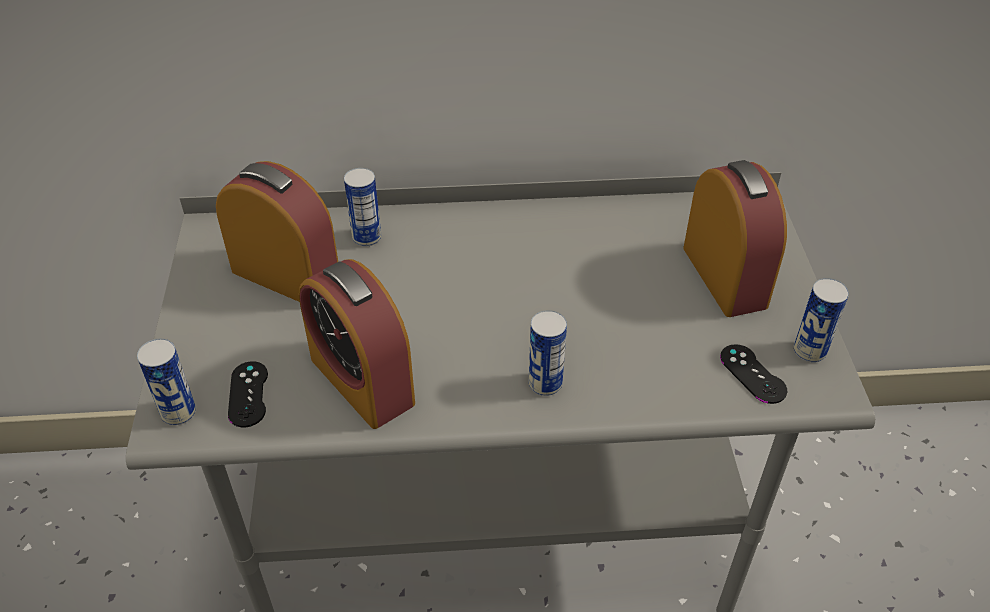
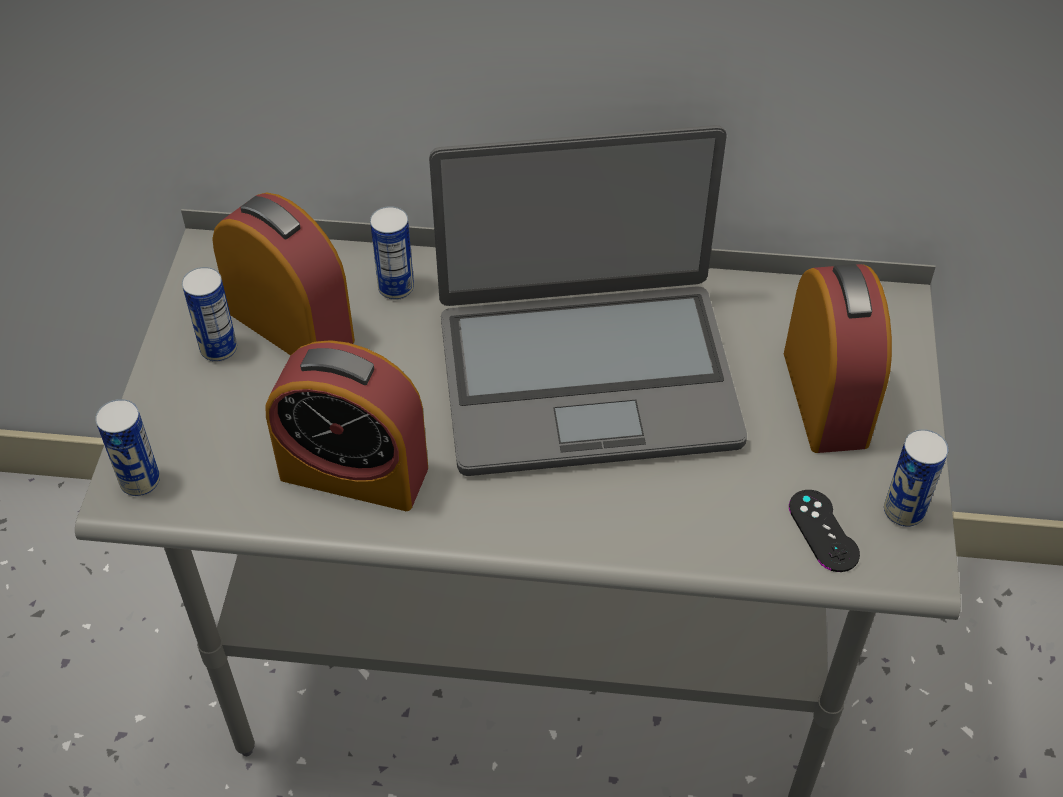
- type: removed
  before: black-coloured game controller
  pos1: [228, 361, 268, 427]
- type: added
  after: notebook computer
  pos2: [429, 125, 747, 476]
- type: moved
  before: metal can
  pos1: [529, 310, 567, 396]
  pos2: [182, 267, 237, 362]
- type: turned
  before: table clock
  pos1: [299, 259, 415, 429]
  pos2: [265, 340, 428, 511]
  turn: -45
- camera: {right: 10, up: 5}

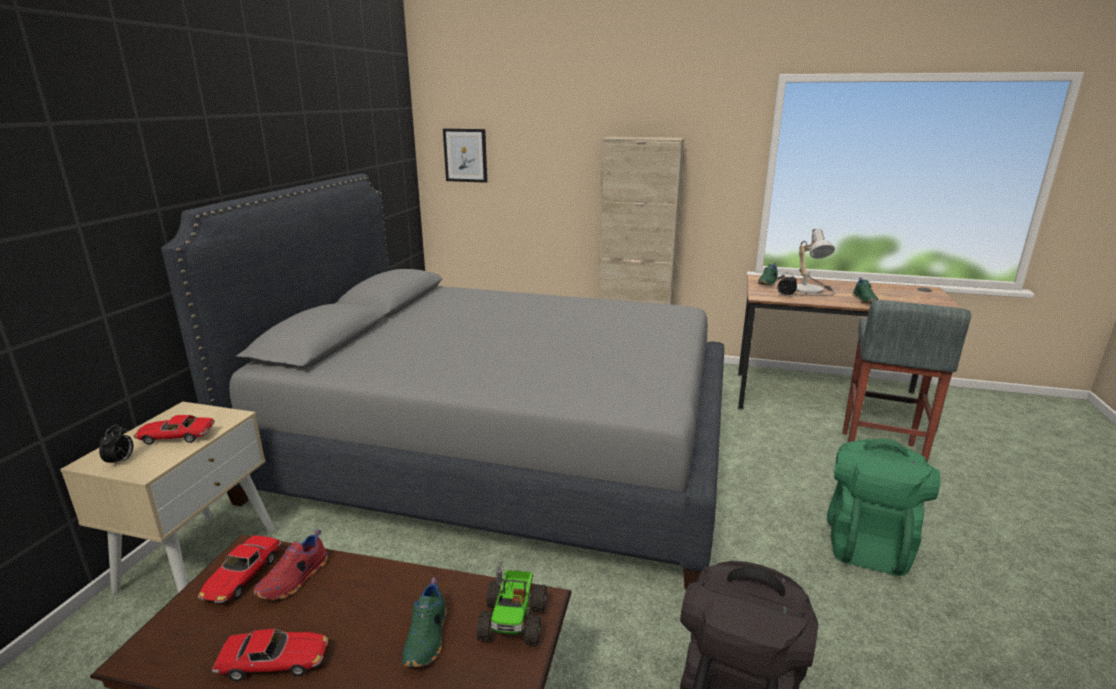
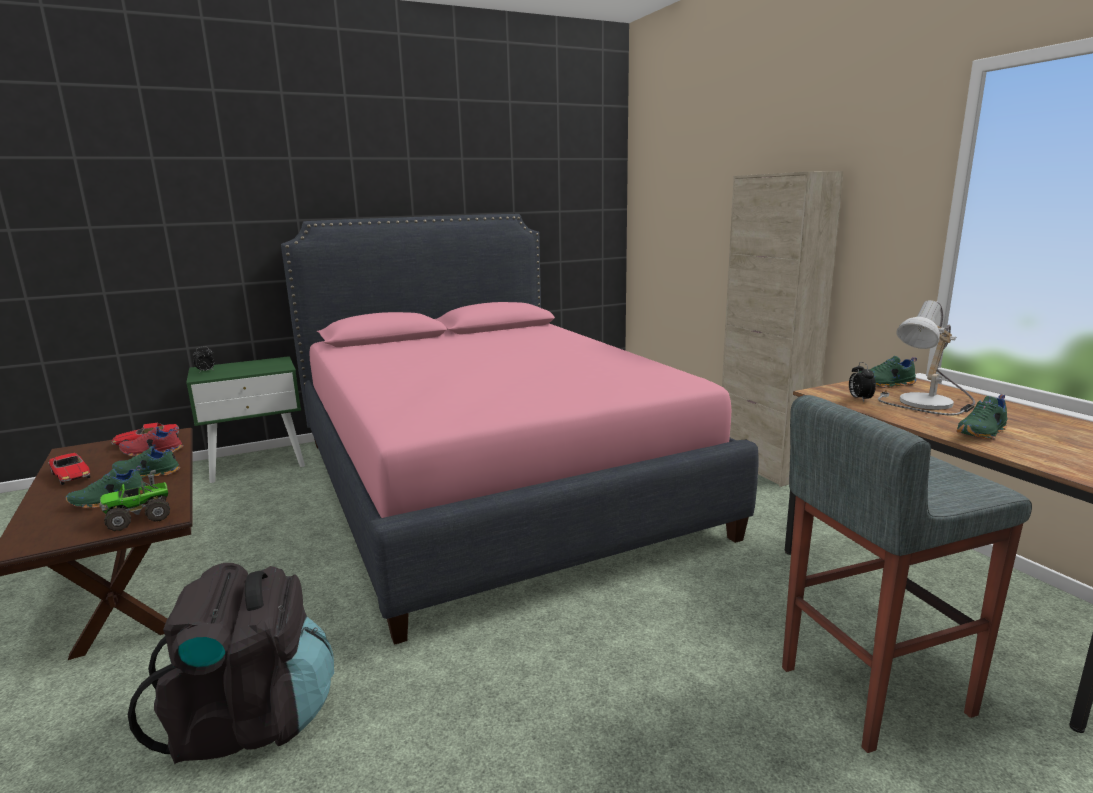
- type: removed
  before: toy car
  pos1: [133, 415, 215, 445]
- type: removed
  before: wall art
  pos1: [443, 128, 487, 183]
- type: removed
  before: greenish rucksack
  pos1: [827, 438, 940, 576]
- type: added
  after: greenish shoe
  pos2: [112, 446, 181, 478]
- type: recoloured
  before: beige-coloured nightstand
  after: greenish nightstand
  pos1: [60, 401, 275, 594]
  pos2: [186, 356, 305, 483]
- type: recoloured
  before: greyish bedroom bed
  after: pinkish bedroom bed
  pos1: [161, 173, 724, 589]
  pos2: [281, 214, 759, 645]
- camera: {right: 50, up: -5}

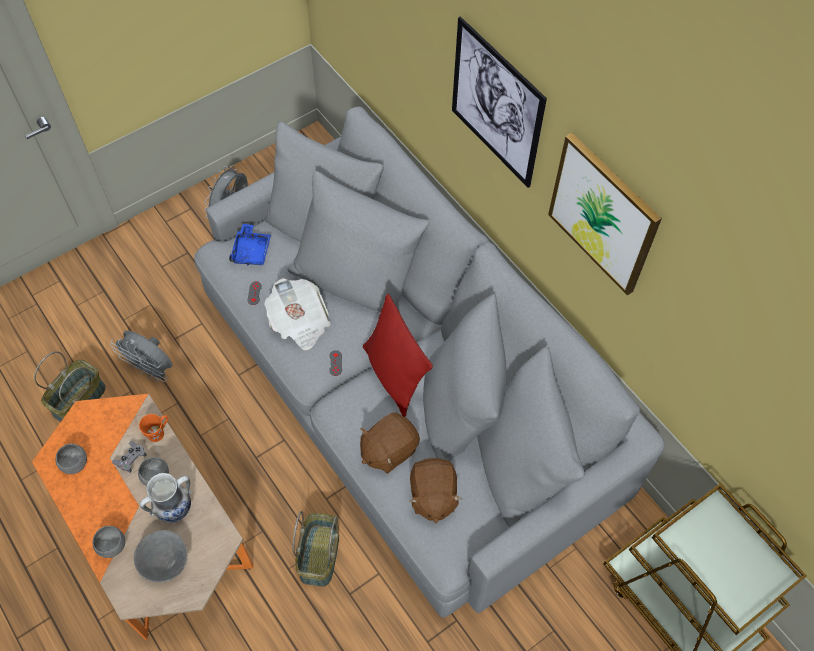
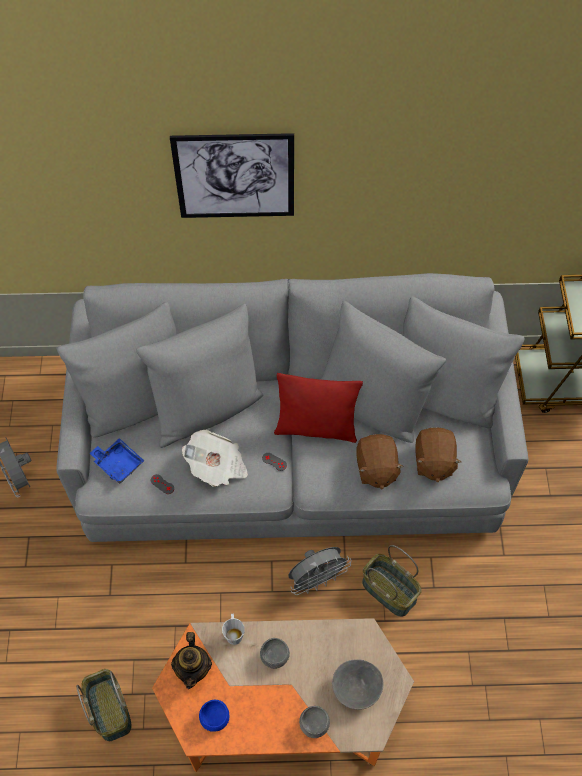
- type: removed
  before: greyish game controller
  pos1: [112, 441, 146, 473]
- type: removed
  before: decorative vase
  pos1: [140, 473, 192, 523]
- type: removed
  before: wall art
  pos1: [548, 133, 662, 295]
- type: added
  after: teapot
  pos2: [171, 632, 212, 689]
- type: moved
  before: greyish electric fan
  pos1: [111, 331, 172, 382]
  pos2: [288, 547, 352, 595]
- type: recoloured
  before: greyish bowl
  after: blue-coloured bowl
  pos1: [55, 444, 87, 474]
  pos2: [199, 700, 229, 732]
- type: recoloured
  before: orange coffee mug
  after: greyish coffee mug
  pos1: [139, 414, 169, 442]
  pos2: [222, 614, 245, 645]
- type: turned
  before: brown cuddly toy
  pos1: [410, 458, 462, 523]
  pos2: [416, 427, 461, 482]
  turn: 60
- camera: {right: -55, up: 0}

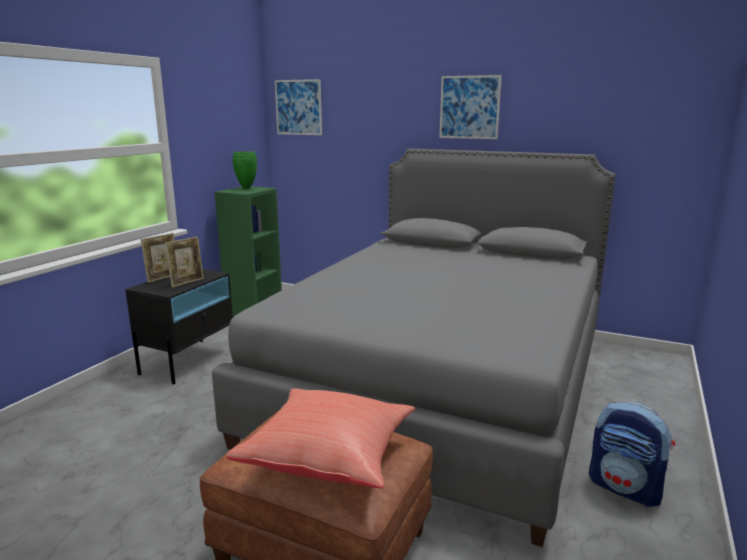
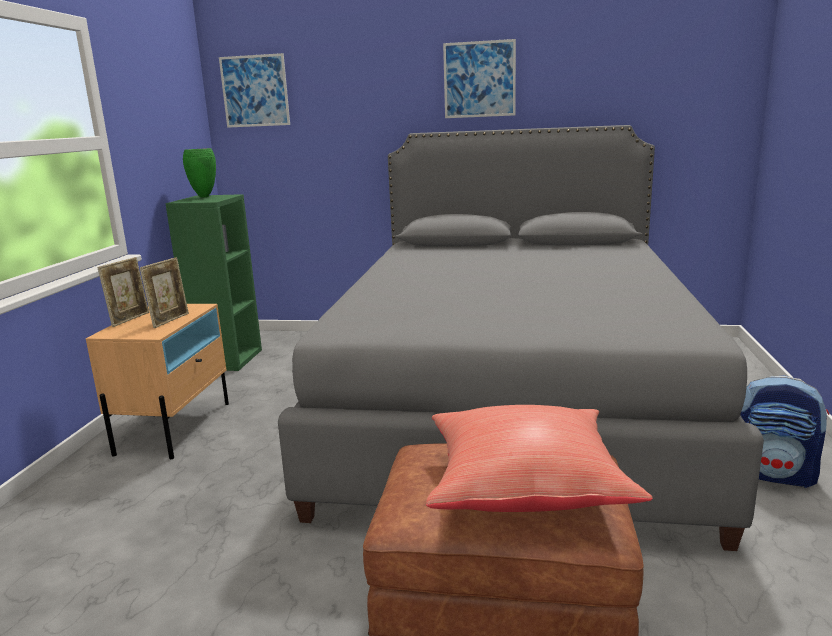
- type: recoloured
  before: black-coloured nightstand
  after: beige-coloured nightstand
  pos1: [125, 269, 233, 384]
  pos2: [86, 304, 229, 459]
- camera: {right: -15, up: 0}

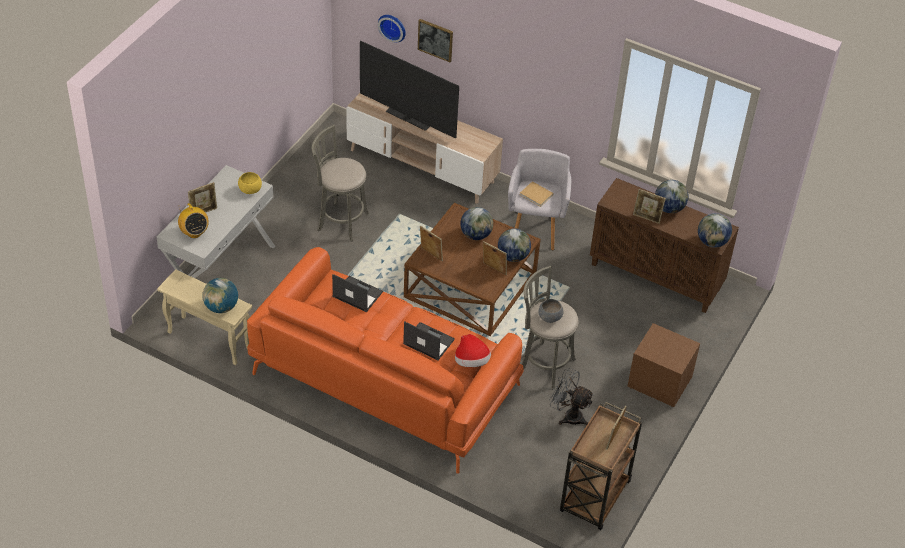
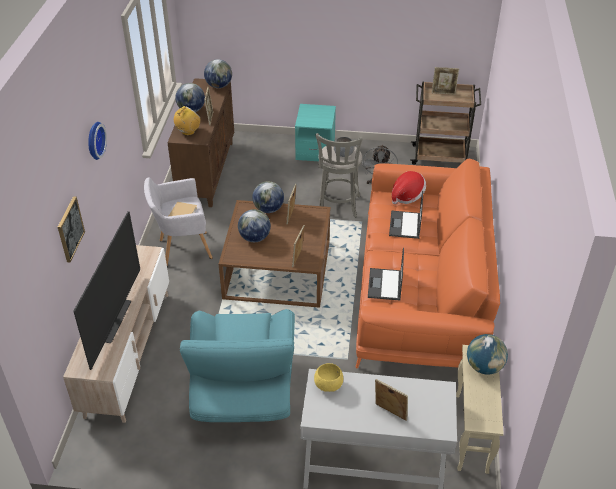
- type: moved
  before: radio
  pos1: [178, 203, 209, 238]
  pos2: [174, 106, 201, 136]
- type: moved
  before: hanging clock
  pos1: [378, 15, 406, 43]
  pos2: [88, 122, 107, 160]
- type: replaced
  before: greyish sitting stool
  after: blue-green easy chair
  pos1: [312, 125, 369, 241]
  pos2: [180, 309, 295, 422]
- type: recoloured
  before: brown nightstand
  after: blue-green nightstand
  pos1: [628, 323, 700, 407]
  pos2: [295, 104, 336, 161]
- camera: {right: -110, up: -5}

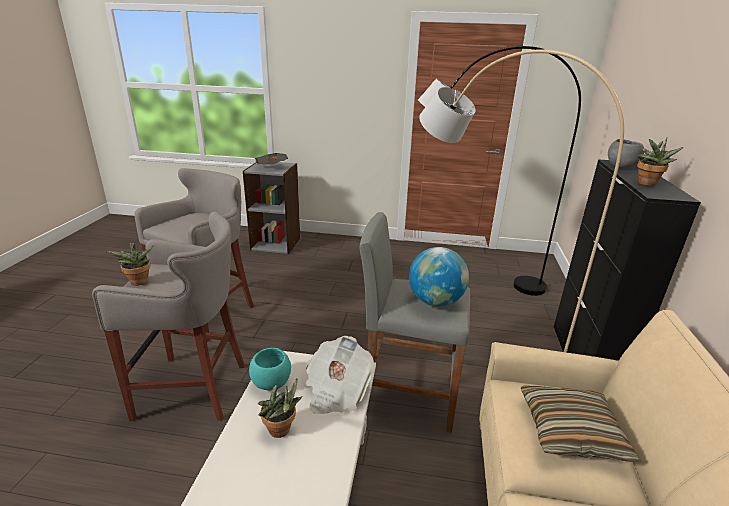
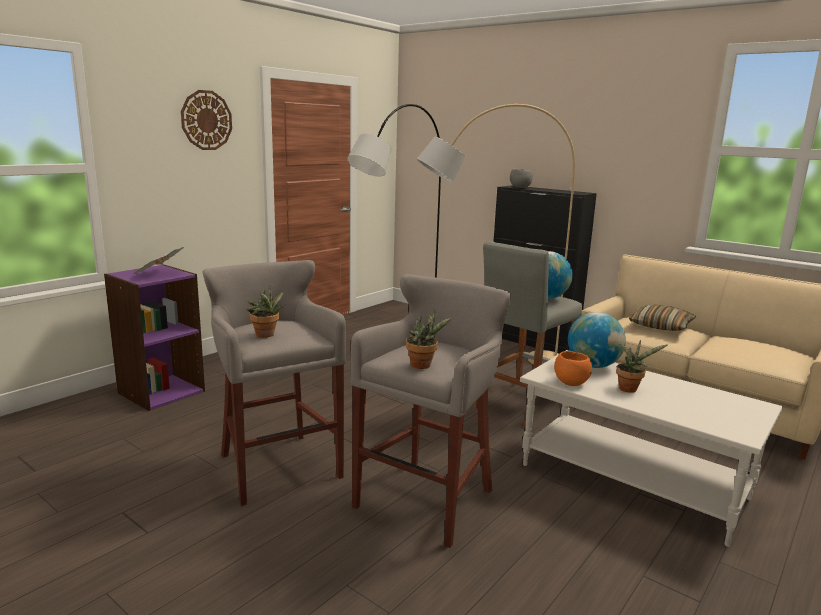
- type: added
  after: hanging clock
  pos2: [181, 90, 232, 150]
- type: moved
  before: potted plant
  pos1: [637, 138, 683, 186]
  pos2: [246, 287, 285, 338]
- type: replaced
  before: daily paper
  after: globe
  pos1: [306, 336, 375, 414]
  pos2: [568, 312, 626, 368]
- type: recoloured
  before: greyish shelving unit
  after: purplish shelving unit
  pos1: [243, 162, 300, 254]
  pos2: [104, 264, 205, 411]
- type: recoloured
  before: blue-green bowl
  after: orange bowl
  pos1: [249, 348, 291, 390]
  pos2: [554, 351, 592, 386]
- camera: {right: -60, up: -10}

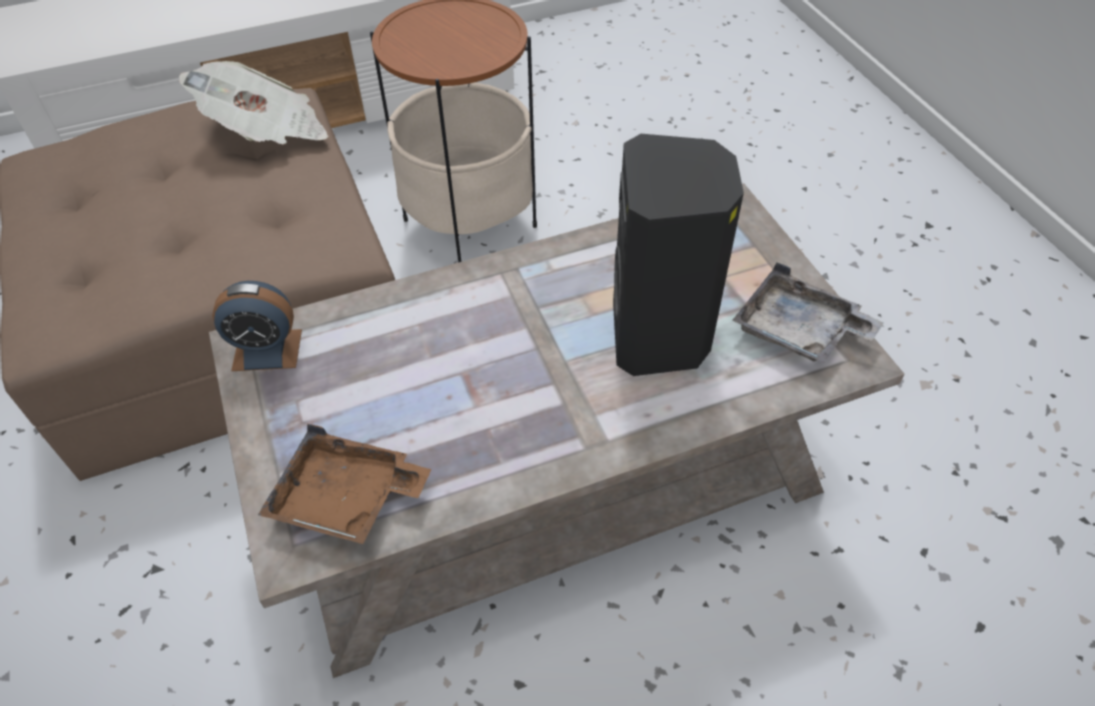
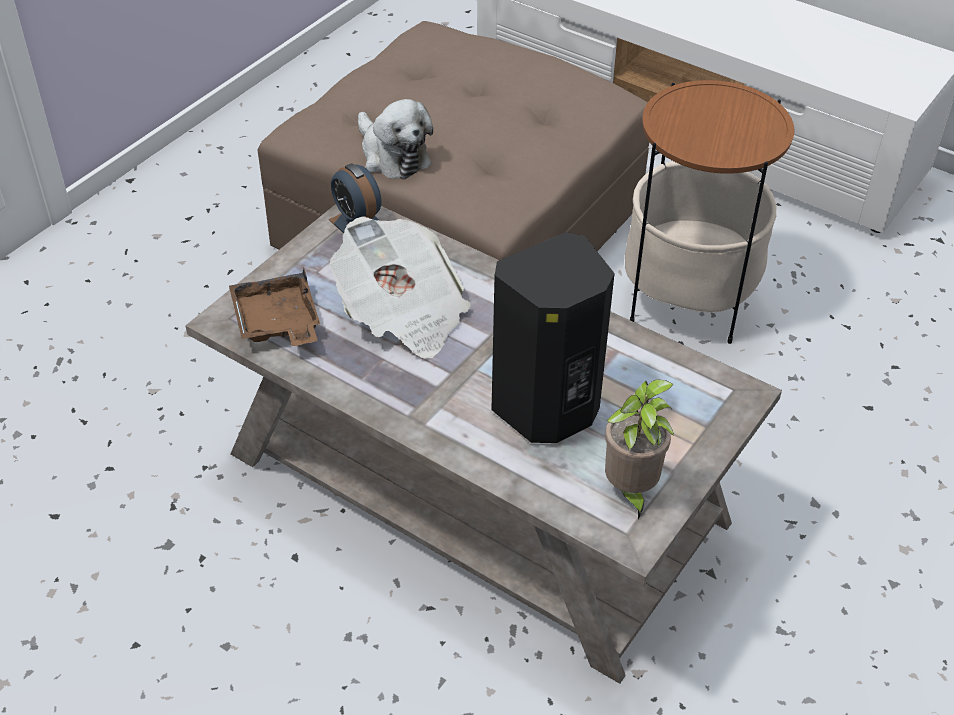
- type: added
  after: cuddly toy
  pos2: [358, 99, 433, 180]
- type: moved
  before: daily paper
  pos1: [179, 61, 329, 144]
  pos2: [330, 216, 471, 359]
- type: replaced
  before: greyish tray
  after: potted plant
  pos1: [732, 262, 884, 363]
  pos2: [605, 379, 674, 519]
- camera: {right: 55, up: -5}

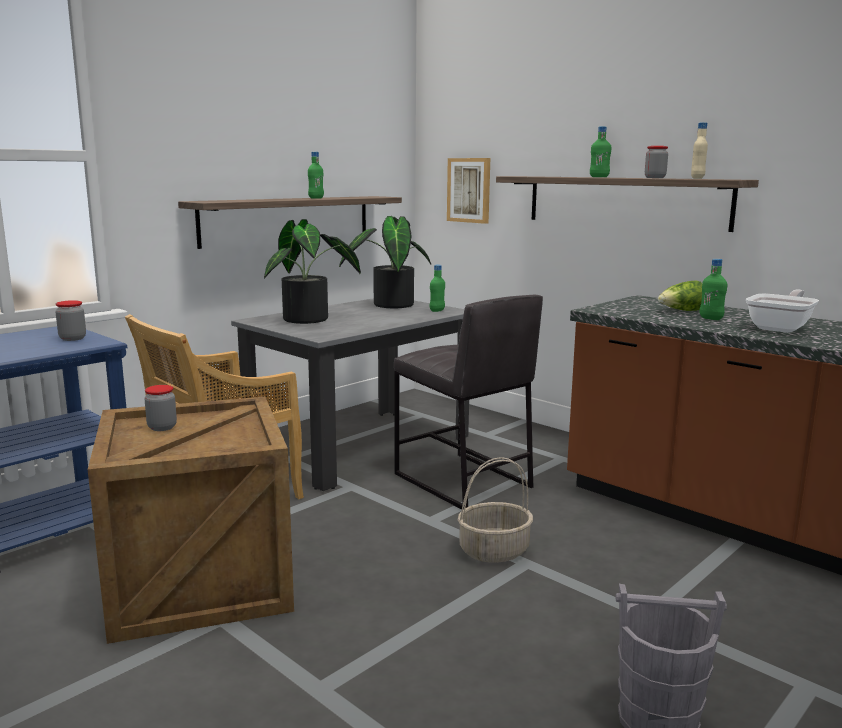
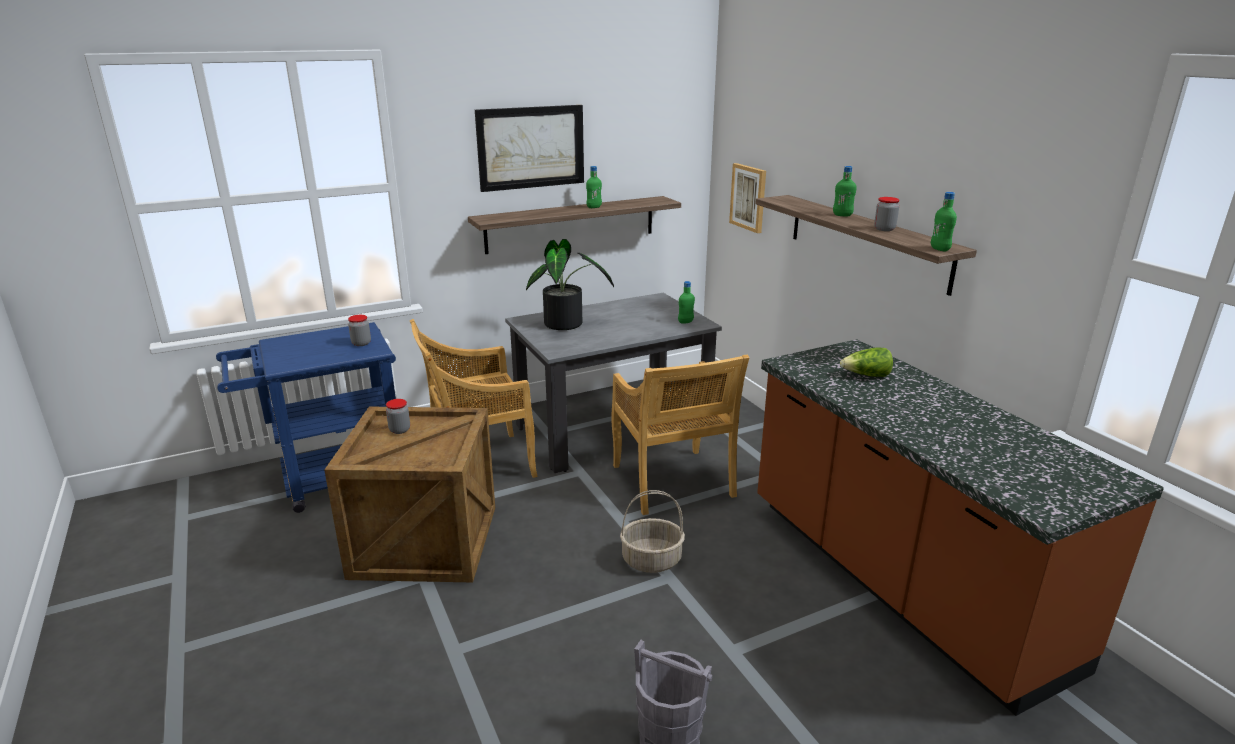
- type: removed
  before: potted plant
  pos1: [339, 216, 431, 308]
- type: removed
  before: beige-coloured drink bottle
  pos1: [691, 122, 708, 179]
- type: removed
  before: pan
  pos1: [746, 289, 819, 333]
- type: added
  after: wall art
  pos2: [475, 105, 584, 192]
- type: moved
  before: greenish drink bottle
  pos1: [700, 259, 727, 320]
  pos2: [931, 192, 957, 251]
- type: replaced
  before: greyish sitting stool
  after: beige-coloured chair
  pos1: [394, 295, 543, 510]
  pos2: [611, 354, 749, 515]
- camera: {right: 20, up: 10}

